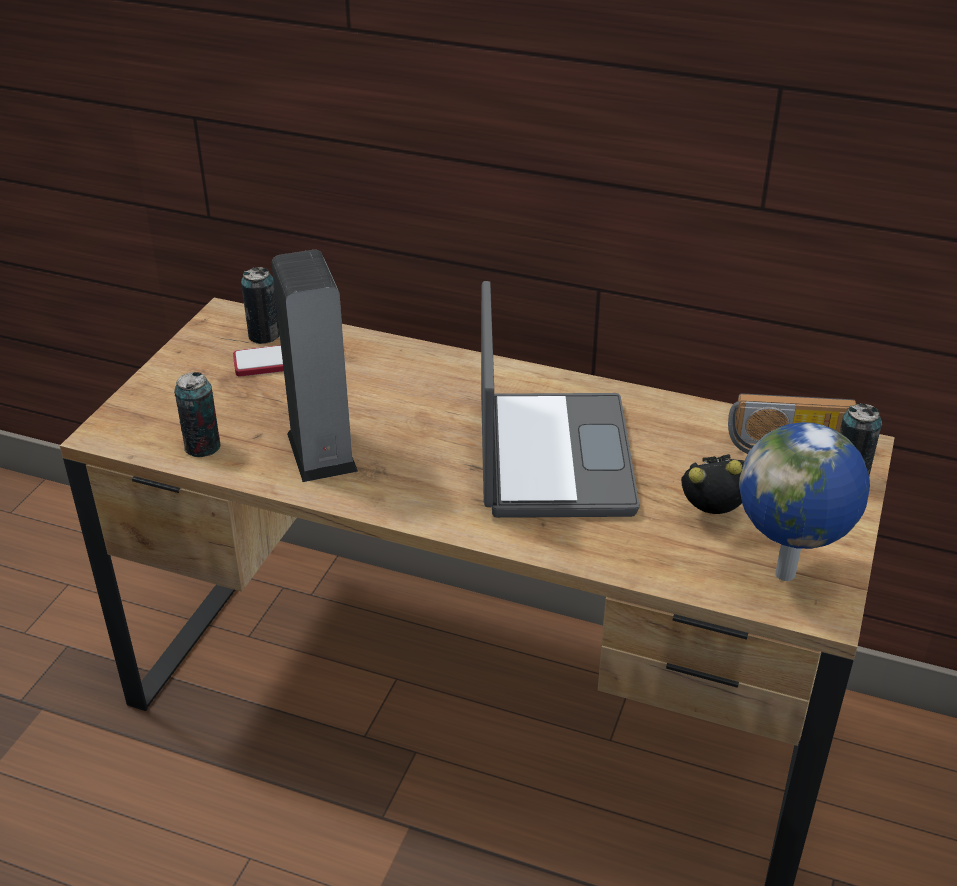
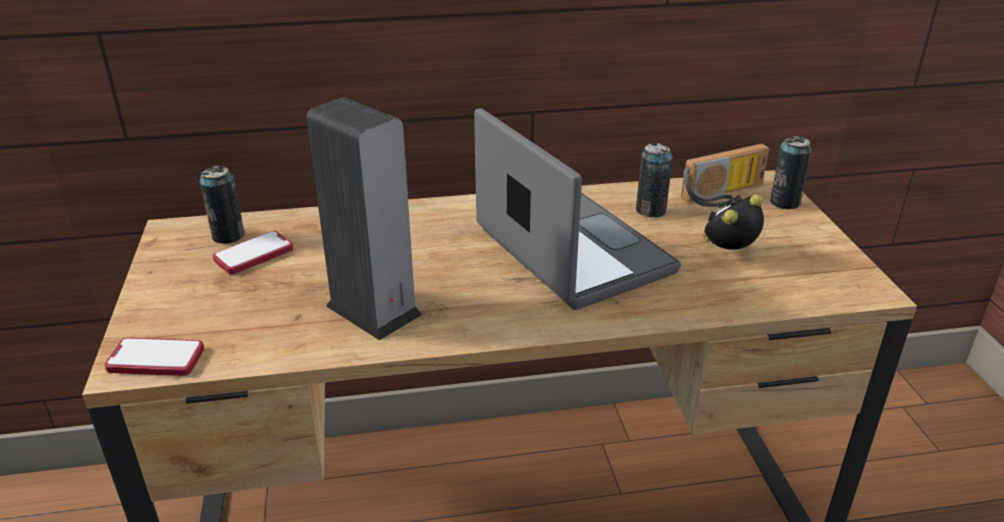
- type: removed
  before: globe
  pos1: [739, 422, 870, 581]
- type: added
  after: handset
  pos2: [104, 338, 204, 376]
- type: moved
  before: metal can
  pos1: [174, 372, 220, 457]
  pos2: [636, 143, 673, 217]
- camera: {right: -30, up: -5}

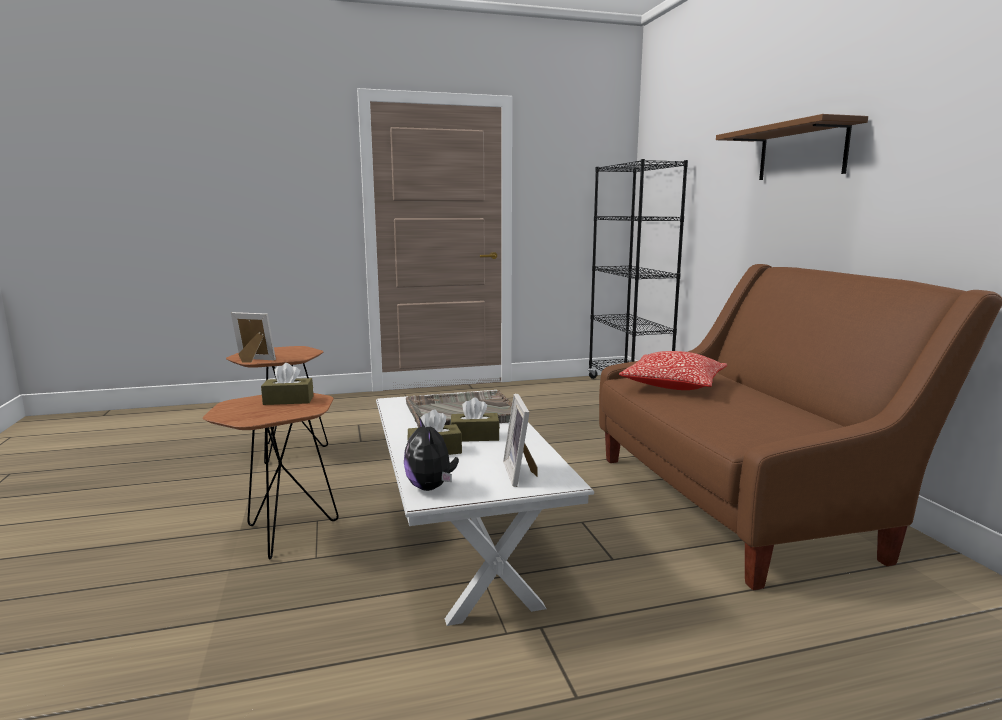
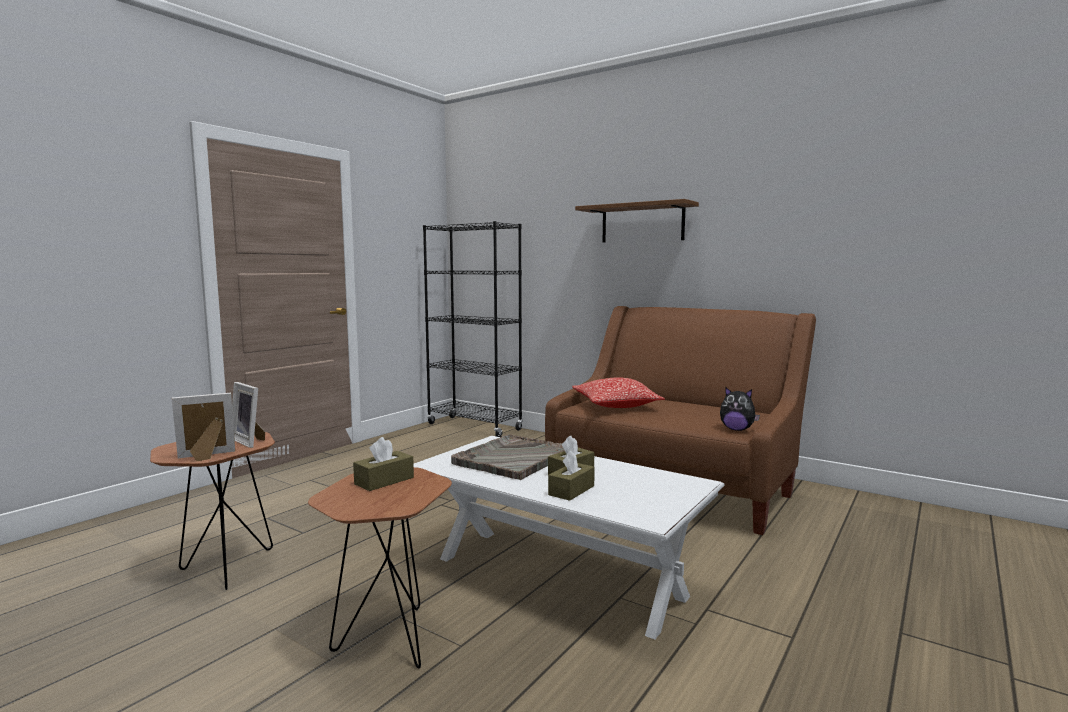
- type: moved
  before: cuddly toy
  pos1: [404, 417, 459, 491]
  pos2: [720, 387, 760, 431]
- type: moved
  before: photo frame
  pos1: [503, 394, 538, 487]
  pos2: [232, 382, 265, 448]
- camera: {right: -40, up: -5}

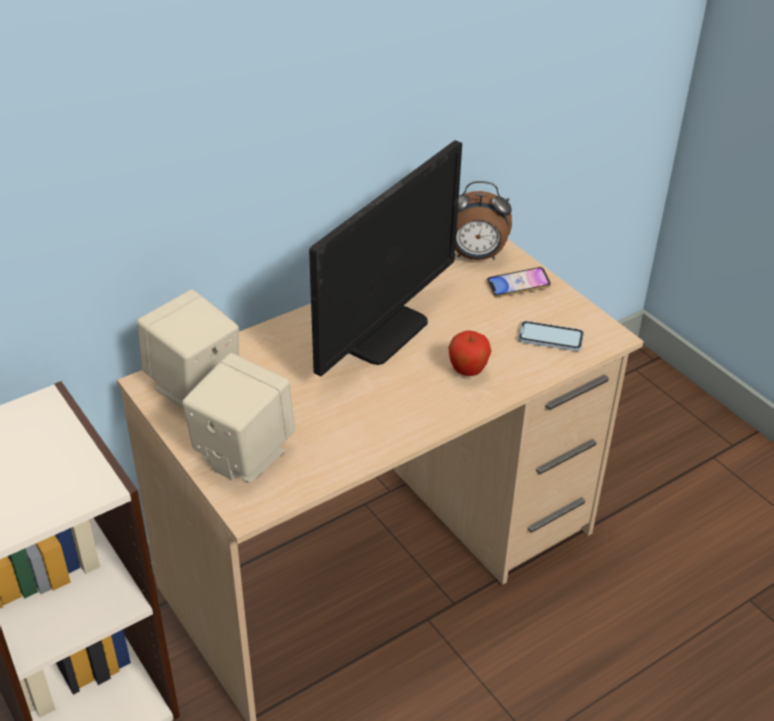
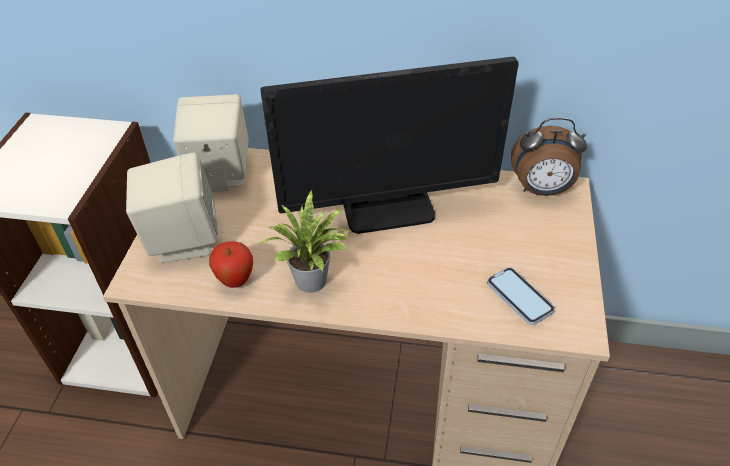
- type: removed
  before: handset
  pos1: [487, 267, 551, 297]
- type: added
  after: potted plant
  pos2: [260, 190, 354, 293]
- type: moved
  before: apple fruit
  pos1: [448, 330, 491, 376]
  pos2: [209, 241, 253, 288]
- type: turned
  before: table clock
  pos1: [455, 181, 512, 260]
  pos2: [511, 117, 587, 196]
  turn: -45
- camera: {right: 45, up: 5}

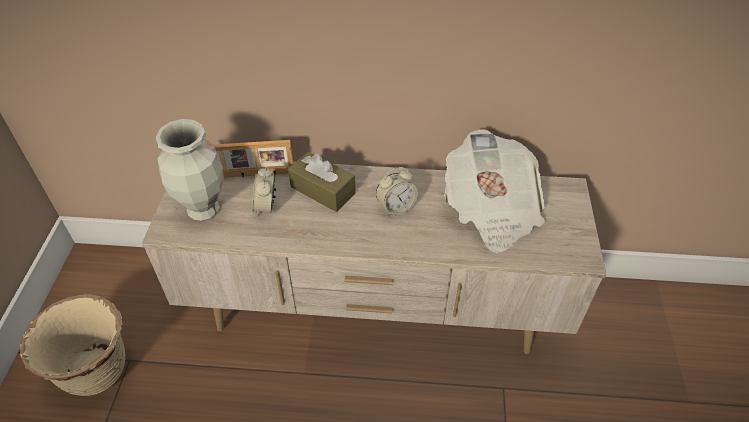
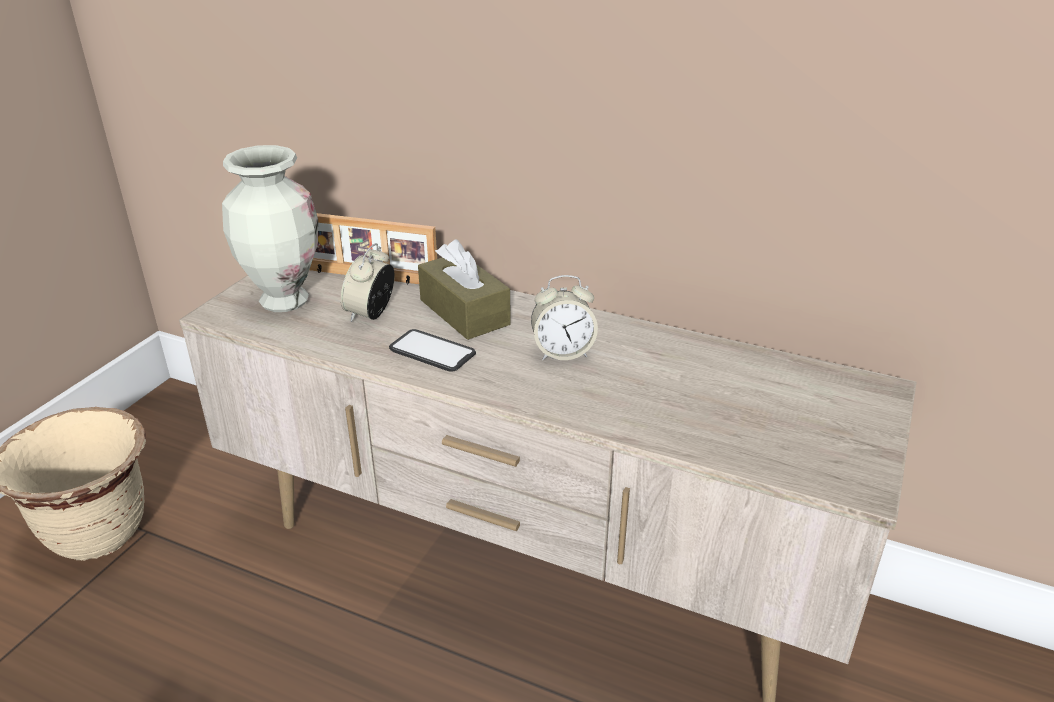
- type: removed
  before: daily paper
  pos1: [444, 129, 545, 253]
- type: added
  after: handset
  pos2: [389, 329, 476, 371]
- camera: {right: 20, up: -15}

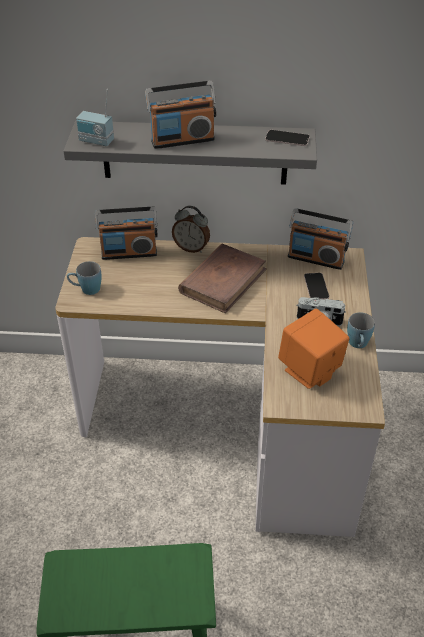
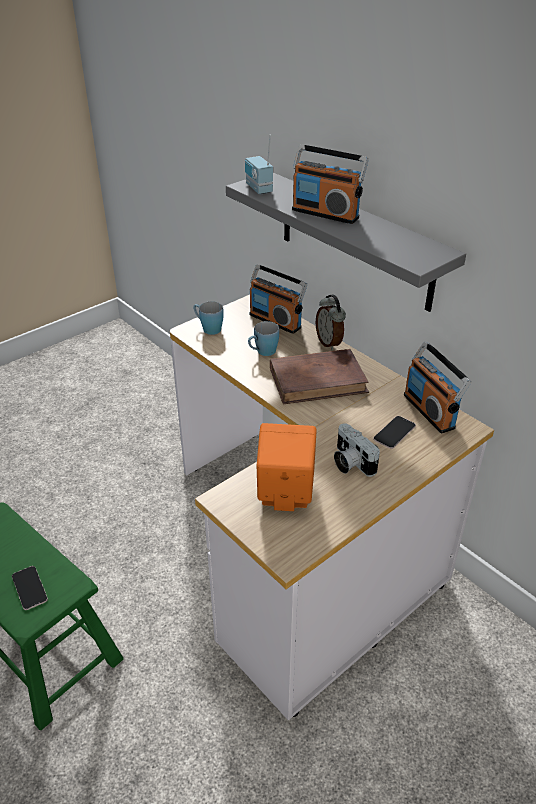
- type: moved
  before: handset
  pos1: [265, 130, 310, 146]
  pos2: [12, 566, 48, 610]
- type: moved
  before: blue-coloured coffee mug
  pos1: [347, 312, 375, 348]
  pos2: [248, 321, 279, 356]
- camera: {right: 45, up: -5}

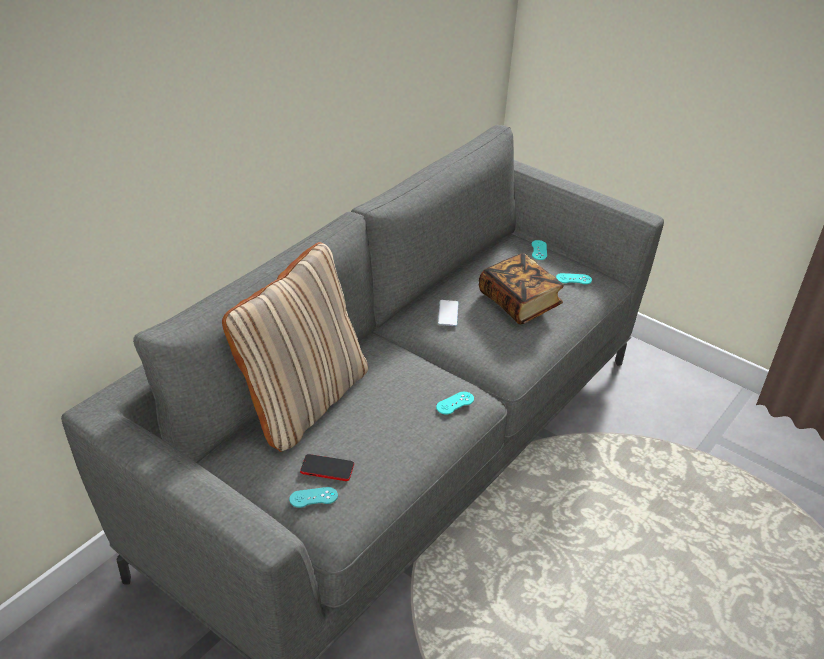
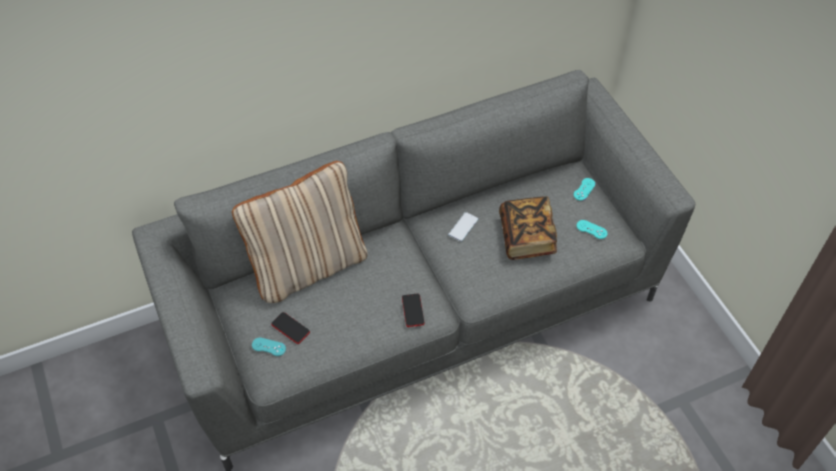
- type: replaced
  before: blue-green game controller
  after: handset
  pos1: [436, 392, 474, 415]
  pos2: [402, 294, 424, 327]
- camera: {right: 30, up: 15}

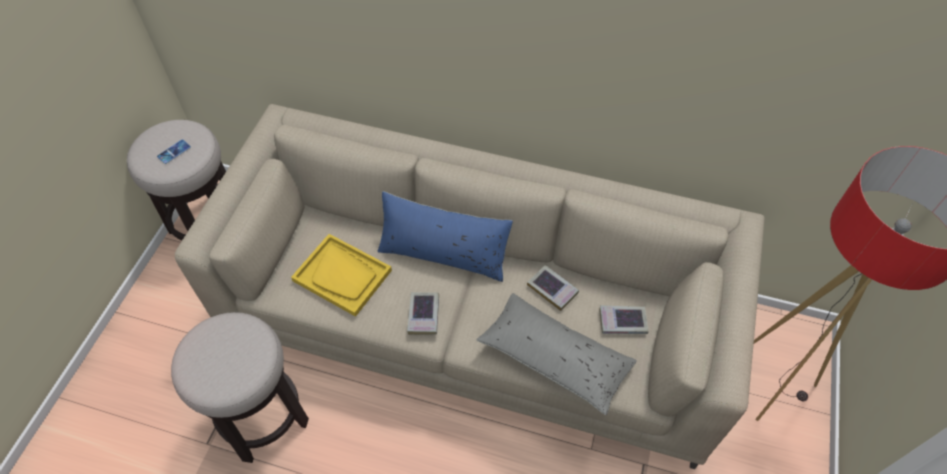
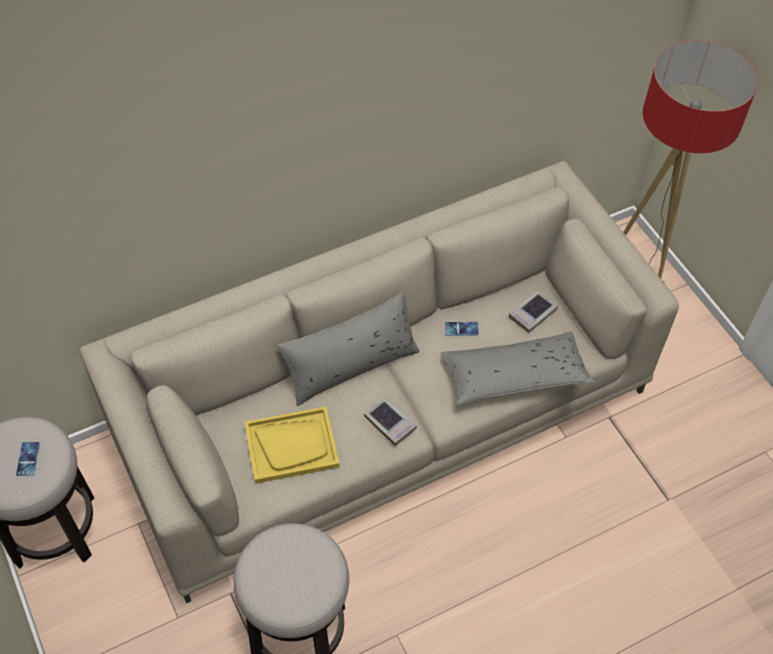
- type: replaced
  before: bound book
  after: handset
  pos1: [527, 265, 579, 311]
  pos2: [445, 322, 479, 335]
- type: recoloured
  before: blue-coloured cushion
  after: greyish cushion
  pos1: [377, 191, 513, 282]
  pos2: [277, 292, 419, 406]
- camera: {right: -45, up: 0}

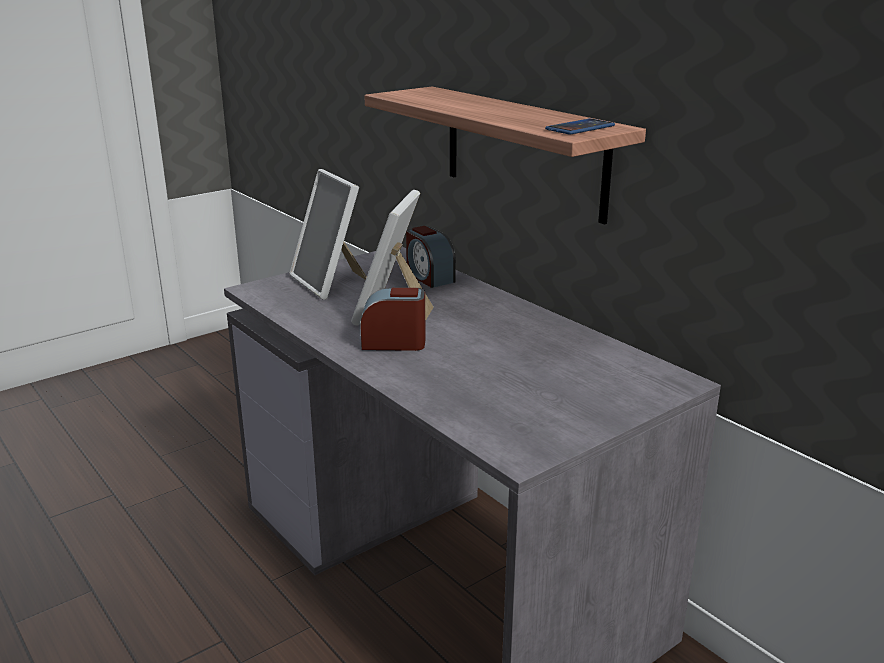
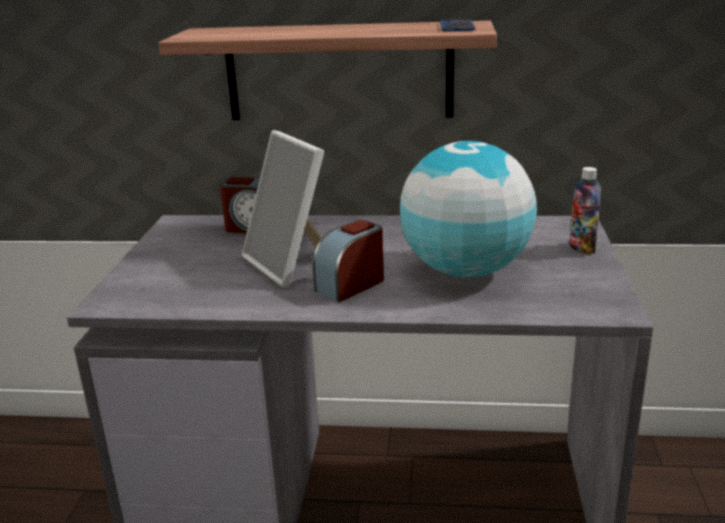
- type: removed
  before: photo frame
  pos1: [290, 169, 367, 300]
- type: added
  after: globe
  pos2: [400, 141, 537, 277]
- type: added
  after: drink bottle
  pos2: [569, 167, 601, 254]
- camera: {right: -45, up: 0}

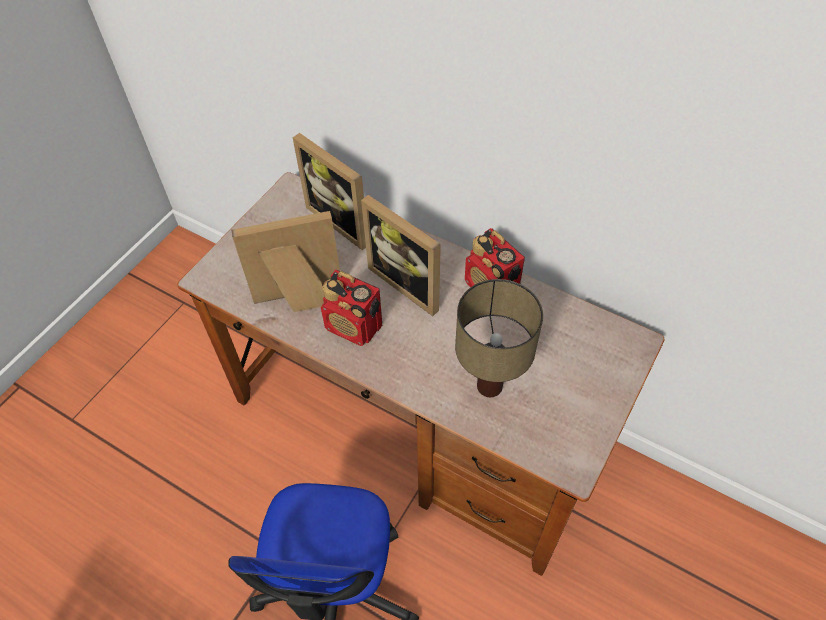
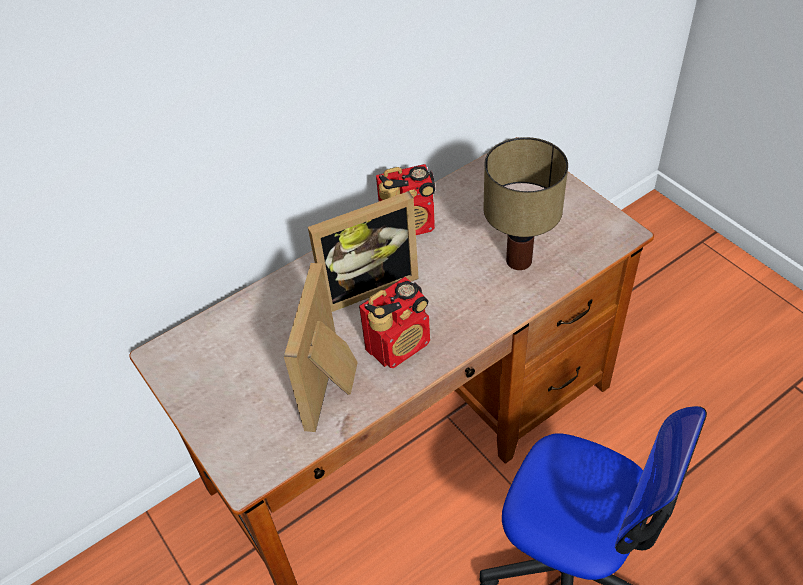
- type: removed
  before: photo frame
  pos1: [293, 133, 366, 250]
- camera: {right: -65, up: -5}

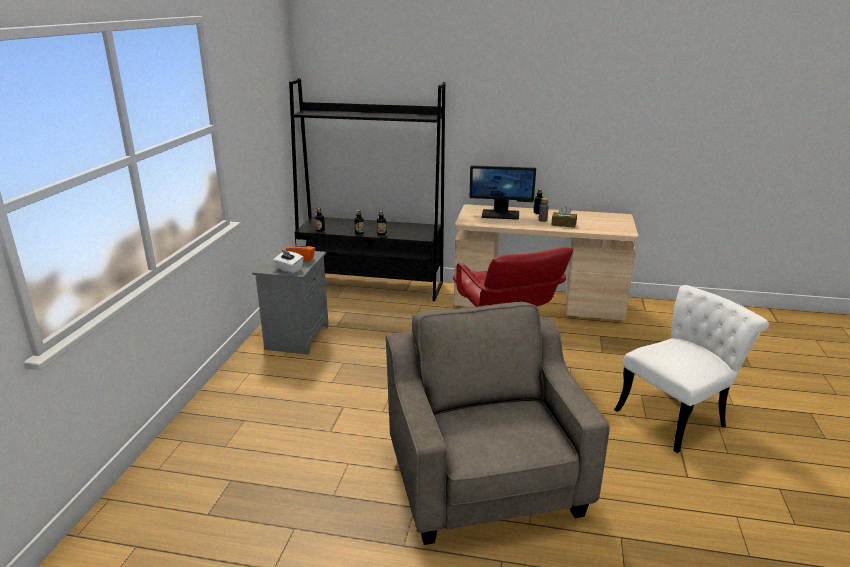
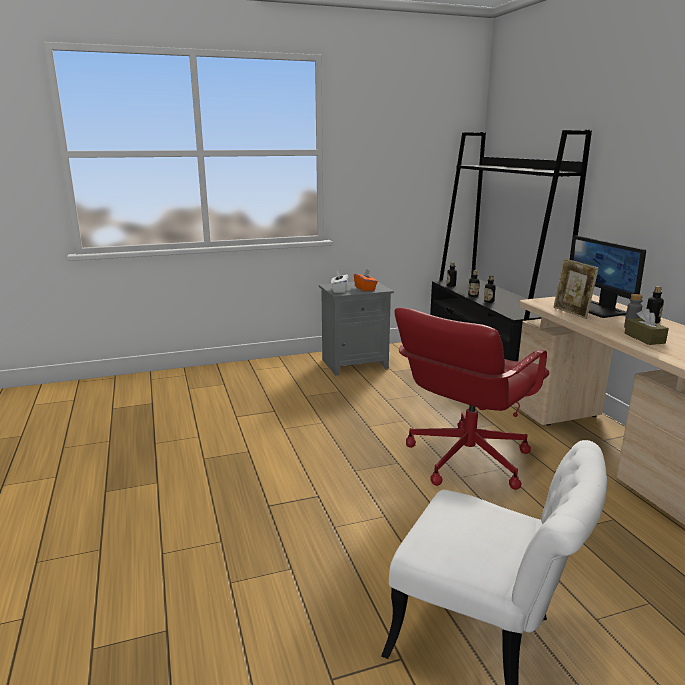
- type: removed
  before: greyish easy chair
  pos1: [386, 302, 610, 545]
- type: added
  after: photo frame
  pos2: [554, 258, 599, 319]
- camera: {right: 60, up: -5}

